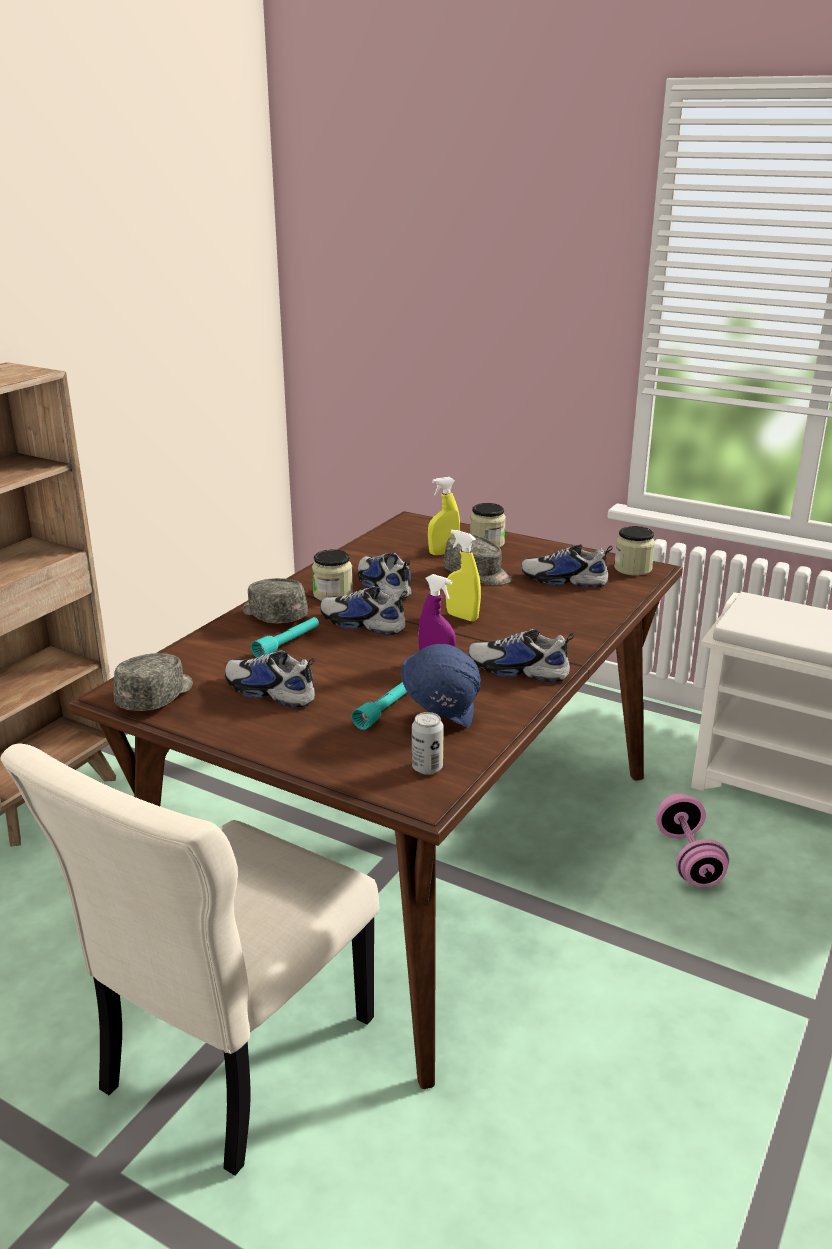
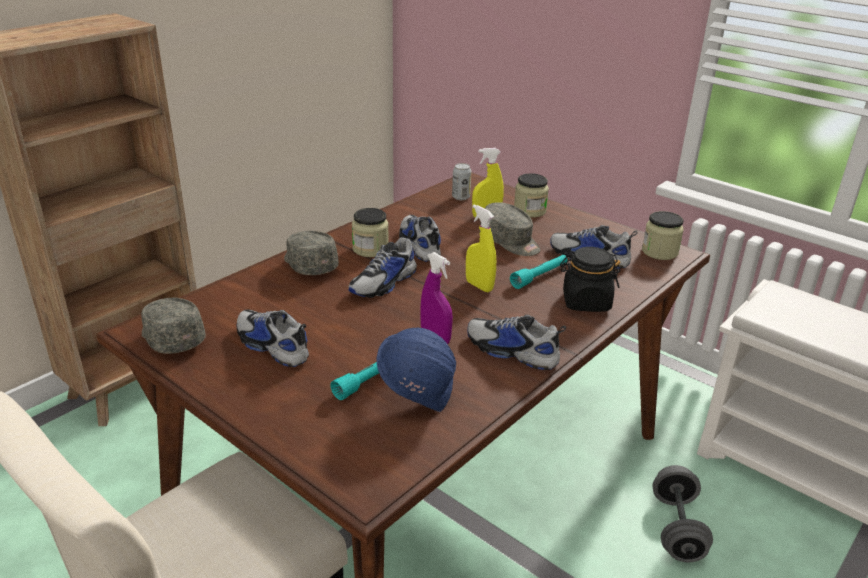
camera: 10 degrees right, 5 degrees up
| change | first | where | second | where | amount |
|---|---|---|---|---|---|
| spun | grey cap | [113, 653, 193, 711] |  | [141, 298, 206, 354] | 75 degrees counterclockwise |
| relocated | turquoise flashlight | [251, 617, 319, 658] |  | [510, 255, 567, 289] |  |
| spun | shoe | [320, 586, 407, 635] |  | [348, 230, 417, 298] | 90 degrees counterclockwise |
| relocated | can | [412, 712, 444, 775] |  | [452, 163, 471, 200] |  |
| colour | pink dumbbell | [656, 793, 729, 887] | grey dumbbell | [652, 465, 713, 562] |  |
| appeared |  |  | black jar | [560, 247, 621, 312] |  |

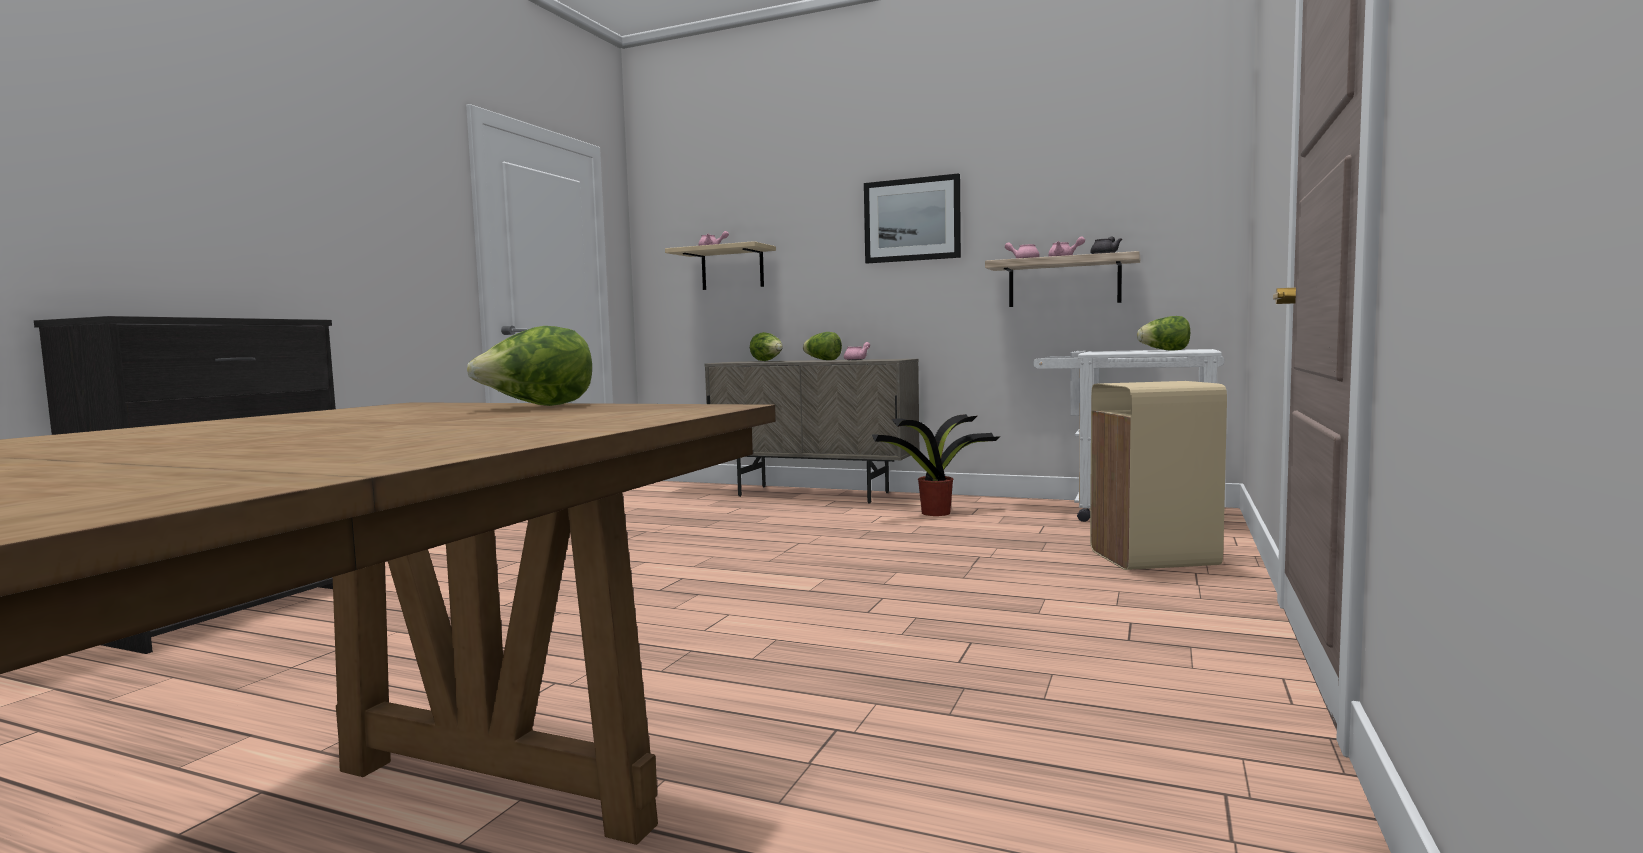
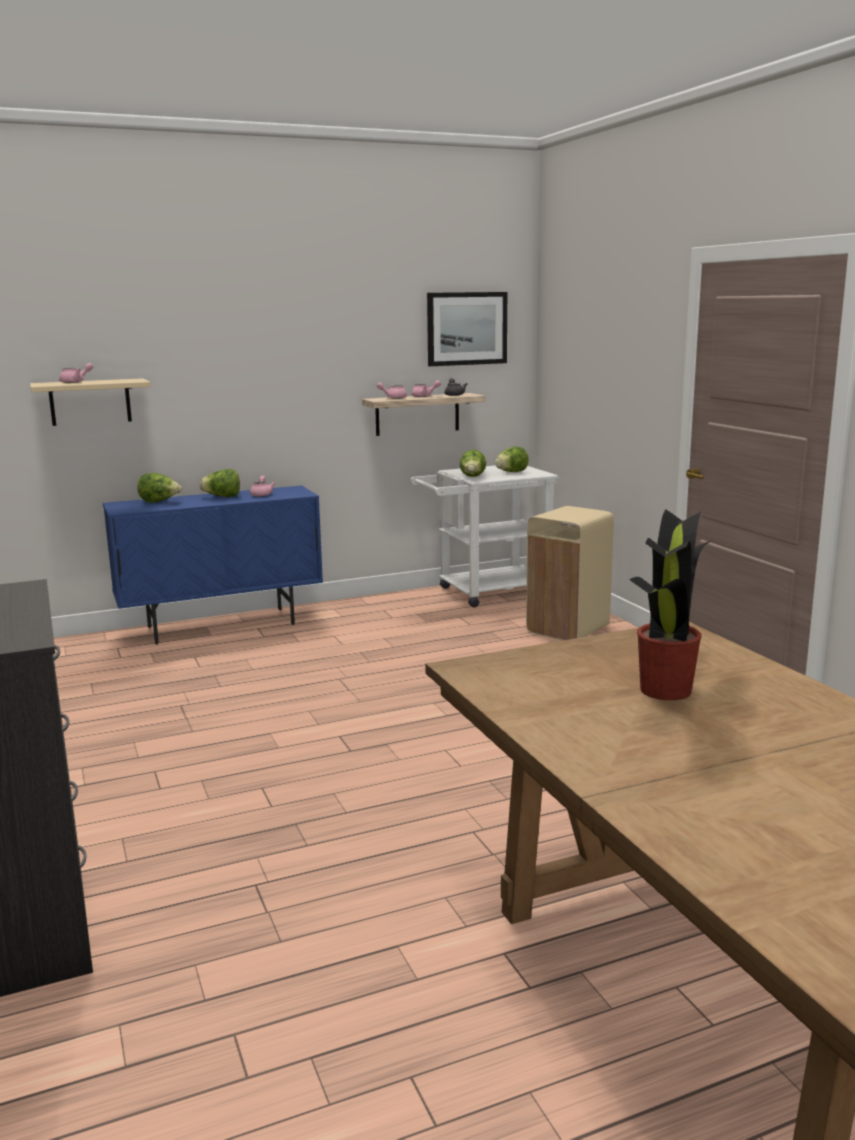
camera: 45 degrees left, 10 degrees up
| change | first | where | second | where | amount |
|---|---|---|---|---|---|
| relocated | lettuce | [467, 326, 592, 406] |  | [460, 450, 486, 477] |  |
| colour | beige cabinet | [704, 359, 920, 504] | blue cabinet | [103, 486, 323, 645] |  |
| relocated | picture | [864, 173, 961, 263] |  | [427, 292, 507, 366] |  |
| relocated | potted plant | [872, 414, 1001, 516] |  | [629, 509, 712, 701] |  |

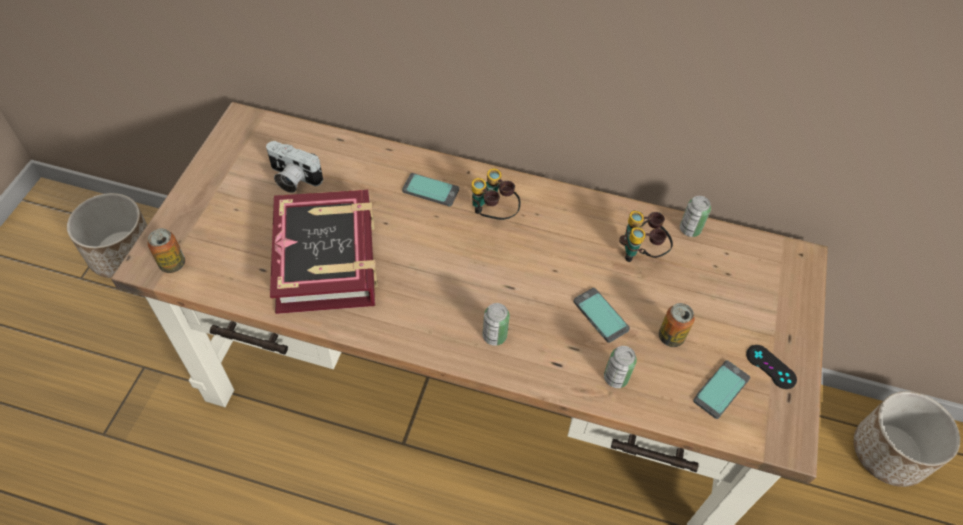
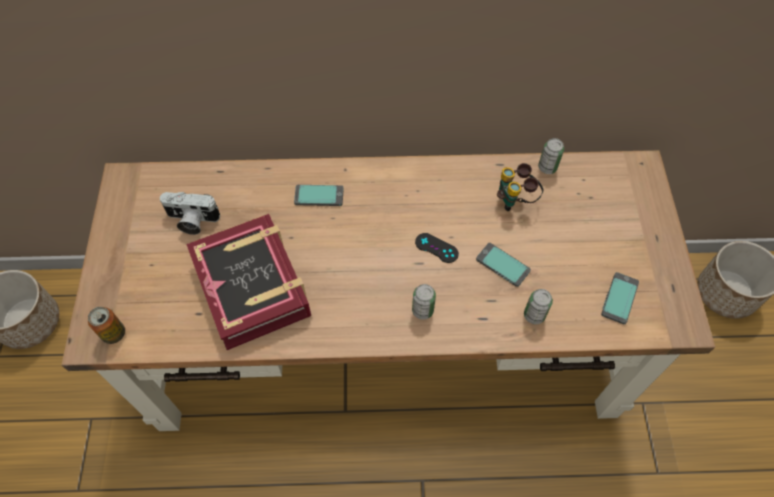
camera: 15 degrees left, 5 degrees up
| change | first | where | second | where | amount |
|---|---|---|---|---|---|
| missing | binoculars | [472, 168, 520, 220] |  |  |  |
| missing | can | [659, 303, 695, 347] |  |  |  |
| relocated | black game controller | [746, 345, 797, 389] |  | [415, 233, 459, 263] |  |

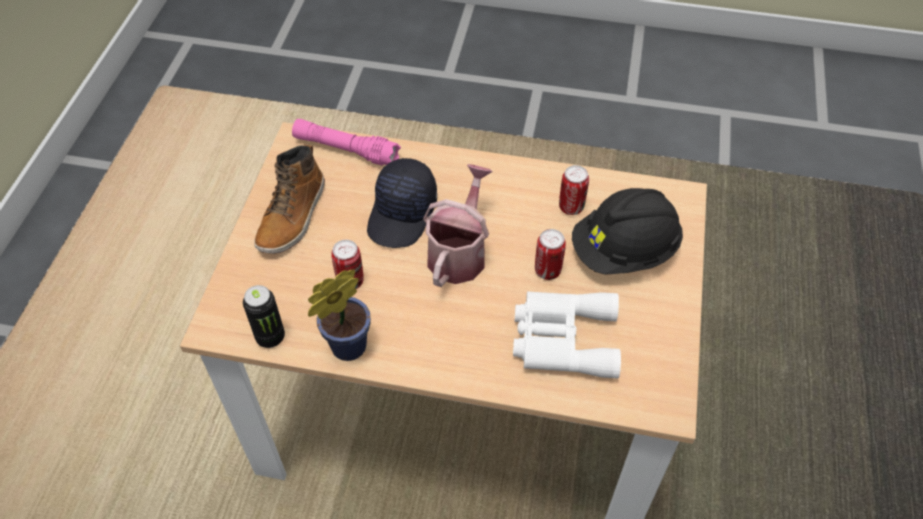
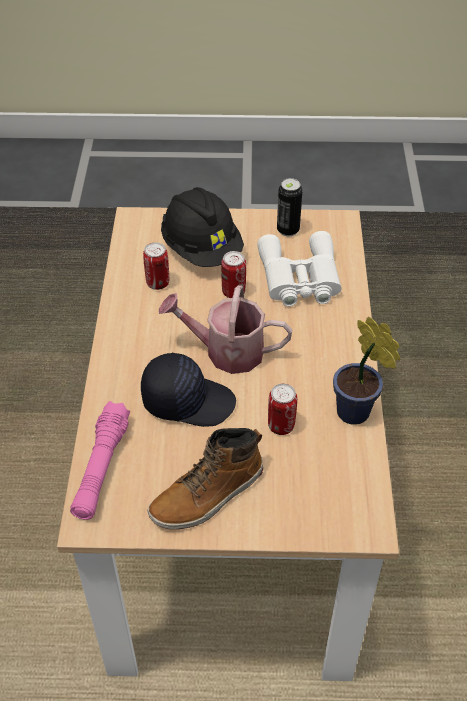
camera: 100 degrees left, 5 degrees down
| change | first | where | second | where | amount |
|---|---|---|---|---|---|
| relocated | can | [243, 285, 285, 348] |  | [277, 178, 302, 236] |  |
| spun | boot | [254, 144, 325, 254] |  | [148, 428, 263, 529] | 135 degrees clockwise |

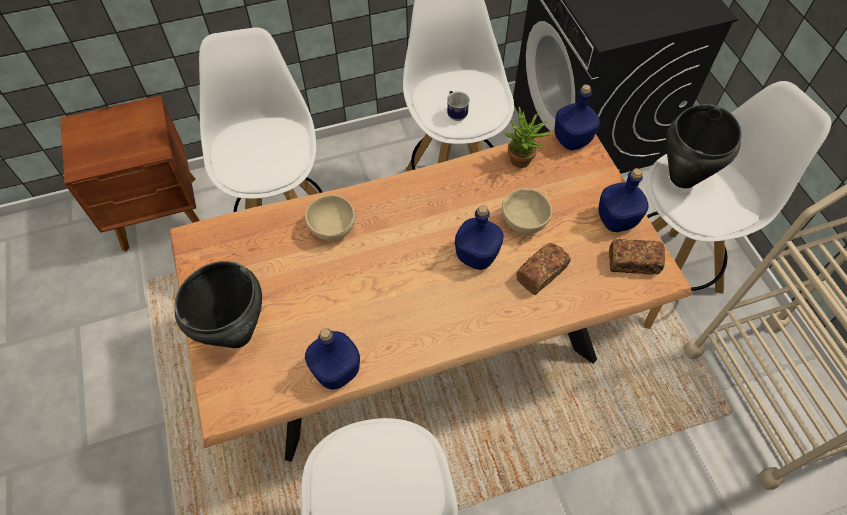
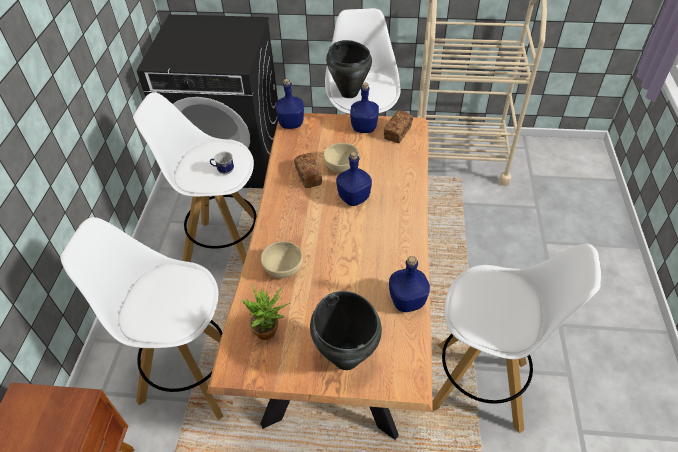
camera: 65 degrees left, 10 degrees down
| change | first | where | second | where | amount |
|---|---|---|---|---|---|
| relocated | potted plant | [503, 107, 555, 168] |  | [241, 284, 290, 340] |  |
| relocated | bread | [516, 243, 571, 295] |  | [294, 153, 322, 188] |  |

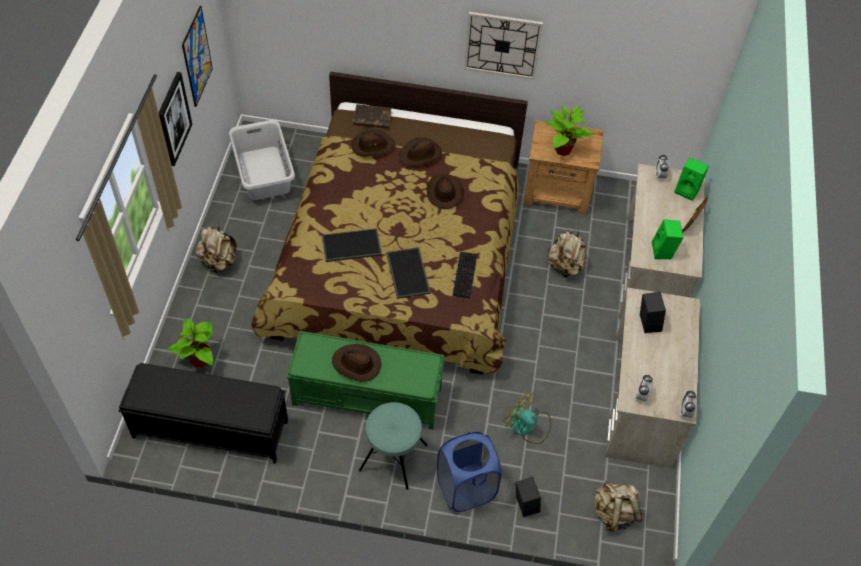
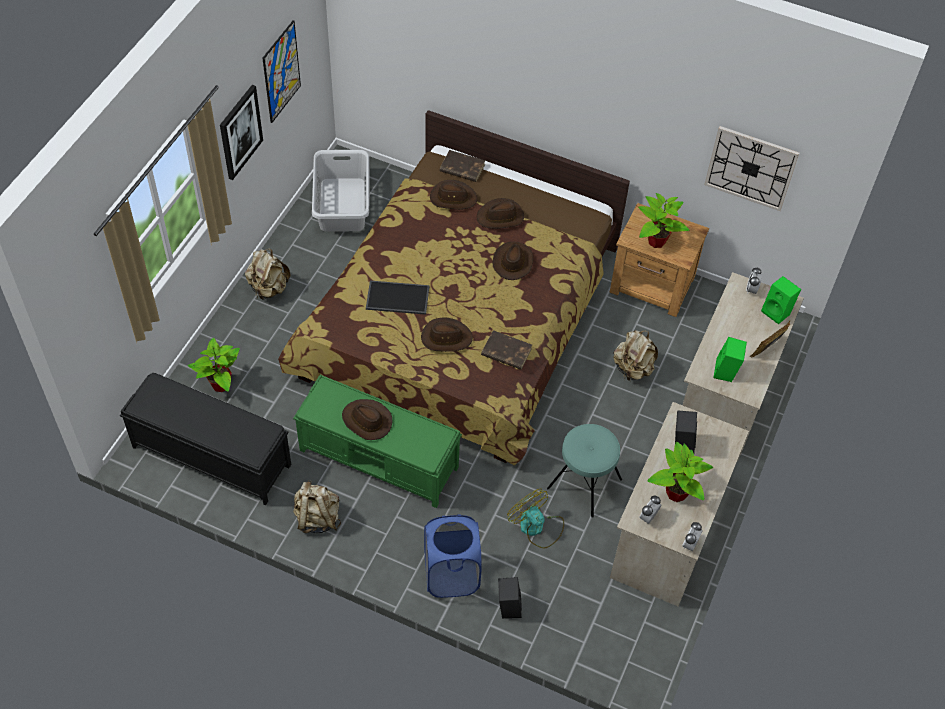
camera: 15 degrees right, 0 degrees up
| change | first | where | second | where | amount |
|---|---|---|---|---|---|
| relocated | turquoise stool | [359, 402, 427, 490] |  | [547, 424, 622, 518] |  |
| exchanged | tray | [386, 247, 431, 299] | brown hat | [421, 318, 473, 352] |  |
| exchanged | keyboard | [453, 251, 478, 298] | brown book | [481, 330, 532, 370] |  |
| relocated | wall clock | [464, 12, 543, 80] |  | [704, 126, 799, 211] |  |
| relocated | beige backpack | [594, 481, 643, 532] |  | [293, 480, 341, 533] |  |
| appeared |  |  | potted plant | [647, 442, 713, 502] |  |

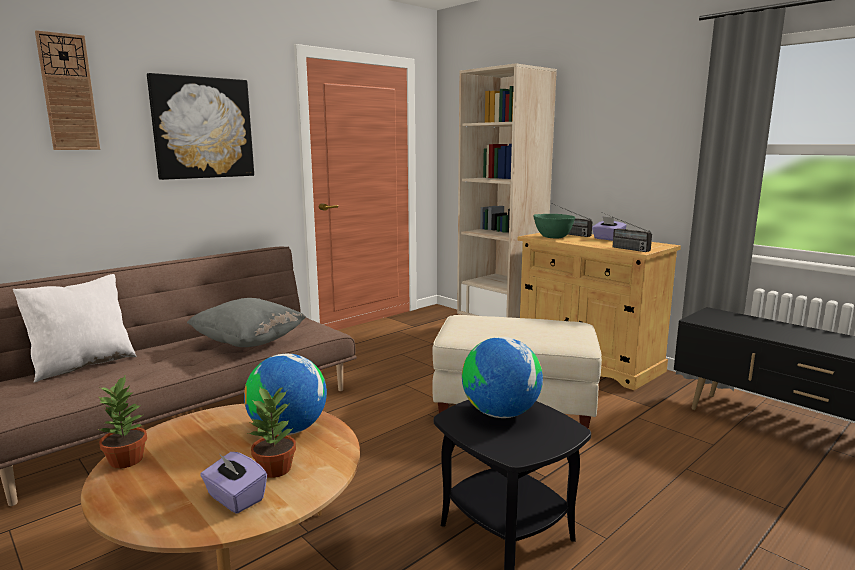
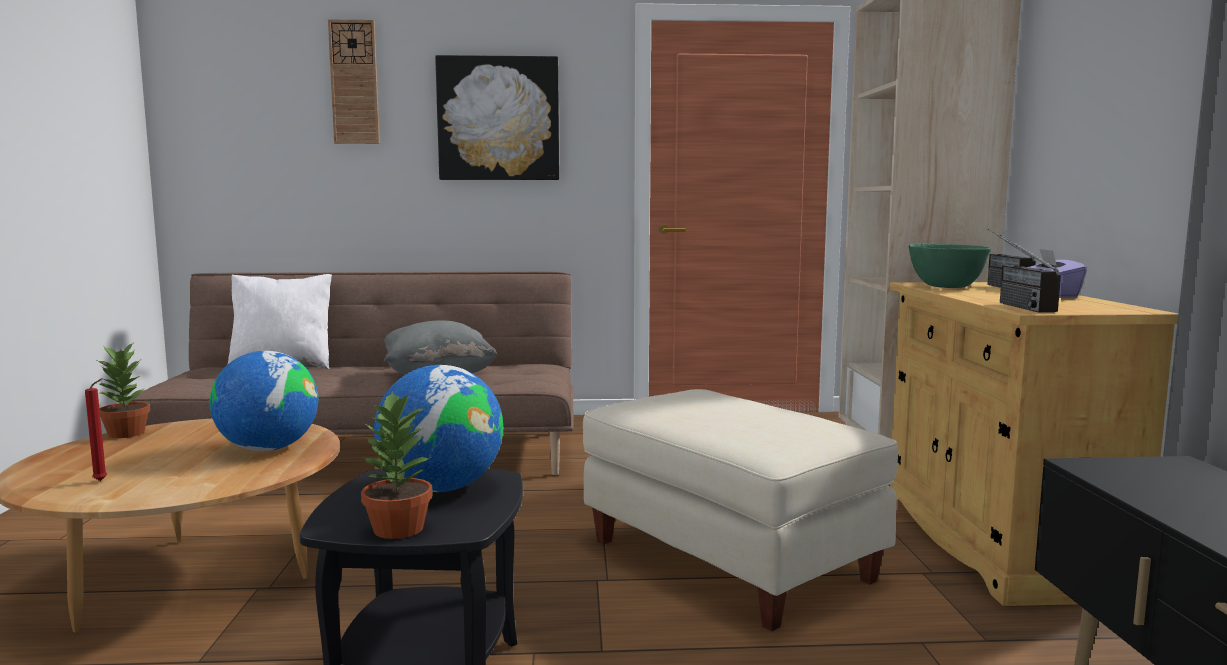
camera: 40 degrees right, 5 degrees down
| change | first | where | second | where | amount |
|---|---|---|---|---|---|
| exchanged | purple tissue box | [200, 452, 267, 514] | red candle | [85, 378, 107, 481] |  |
| relocated | potted plant | [248, 386, 296, 478] |  | [361, 391, 433, 539] |  |

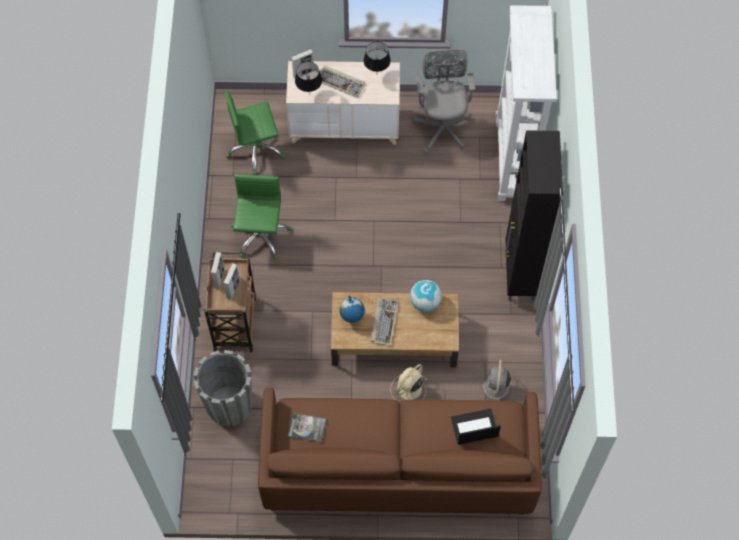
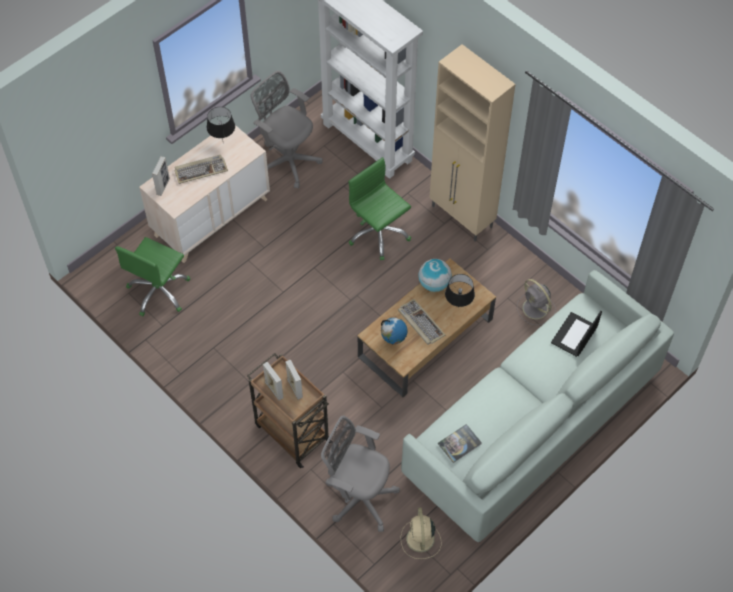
camera: 45 degrees left, 5 degrees down
| change | first | where | second | where | amount |
|---|---|---|---|---|---|
| exchanged | grey planter | [193, 350, 253, 427] | grey office chair | [321, 416, 400, 532] |  |
| relocated | green office chair | [231, 174, 292, 259] |  | [348, 157, 411, 260] |  |
| colour | brown sofa | [258, 388, 542, 514] | white sofa | [401, 270, 674, 542] |  |
| relocated | black table lamp | [295, 62, 322, 95] |  | [445, 274, 475, 308] |  |
| relocated | beige fan | [391, 364, 428, 400] |  | [401, 508, 442, 559] |  |
| colour | black cabinet | [505, 130, 563, 301] | beige cabinet | [430, 44, 516, 242] |  |

